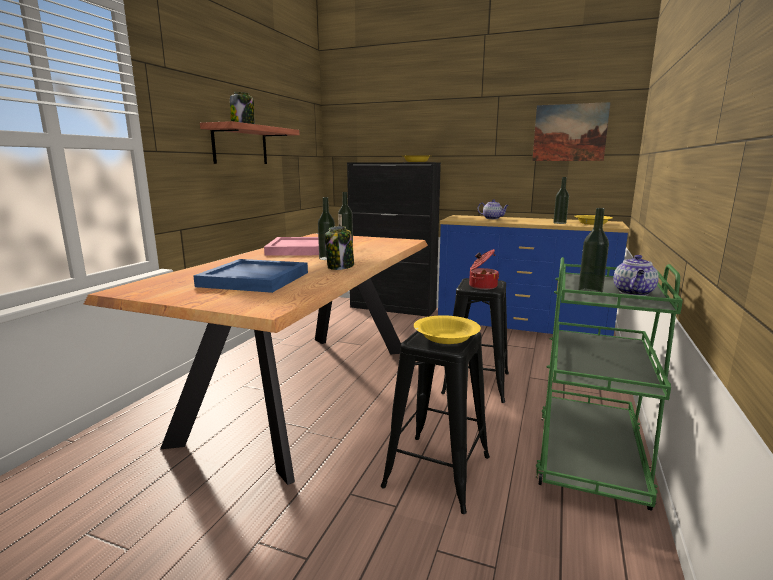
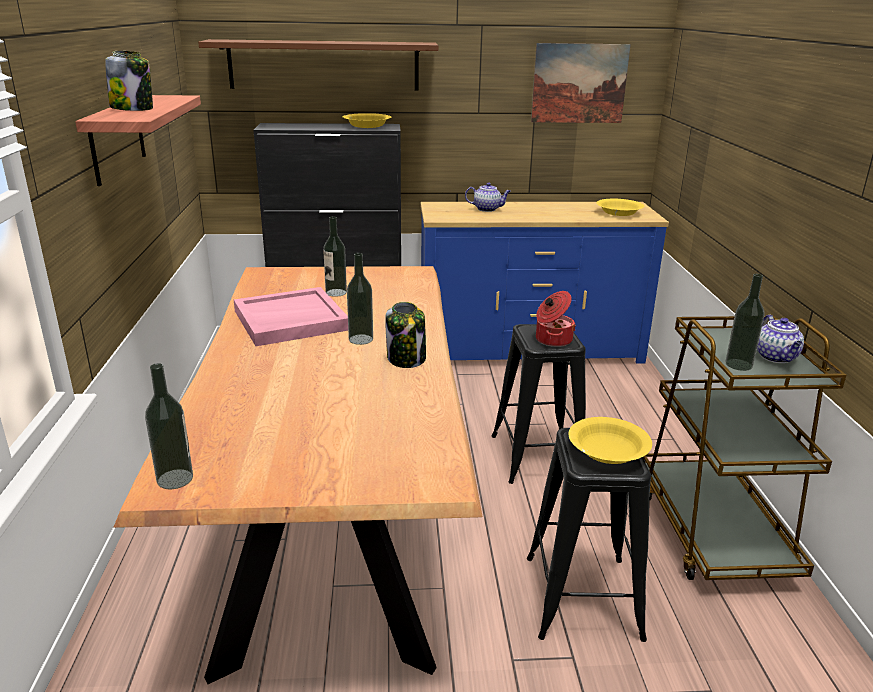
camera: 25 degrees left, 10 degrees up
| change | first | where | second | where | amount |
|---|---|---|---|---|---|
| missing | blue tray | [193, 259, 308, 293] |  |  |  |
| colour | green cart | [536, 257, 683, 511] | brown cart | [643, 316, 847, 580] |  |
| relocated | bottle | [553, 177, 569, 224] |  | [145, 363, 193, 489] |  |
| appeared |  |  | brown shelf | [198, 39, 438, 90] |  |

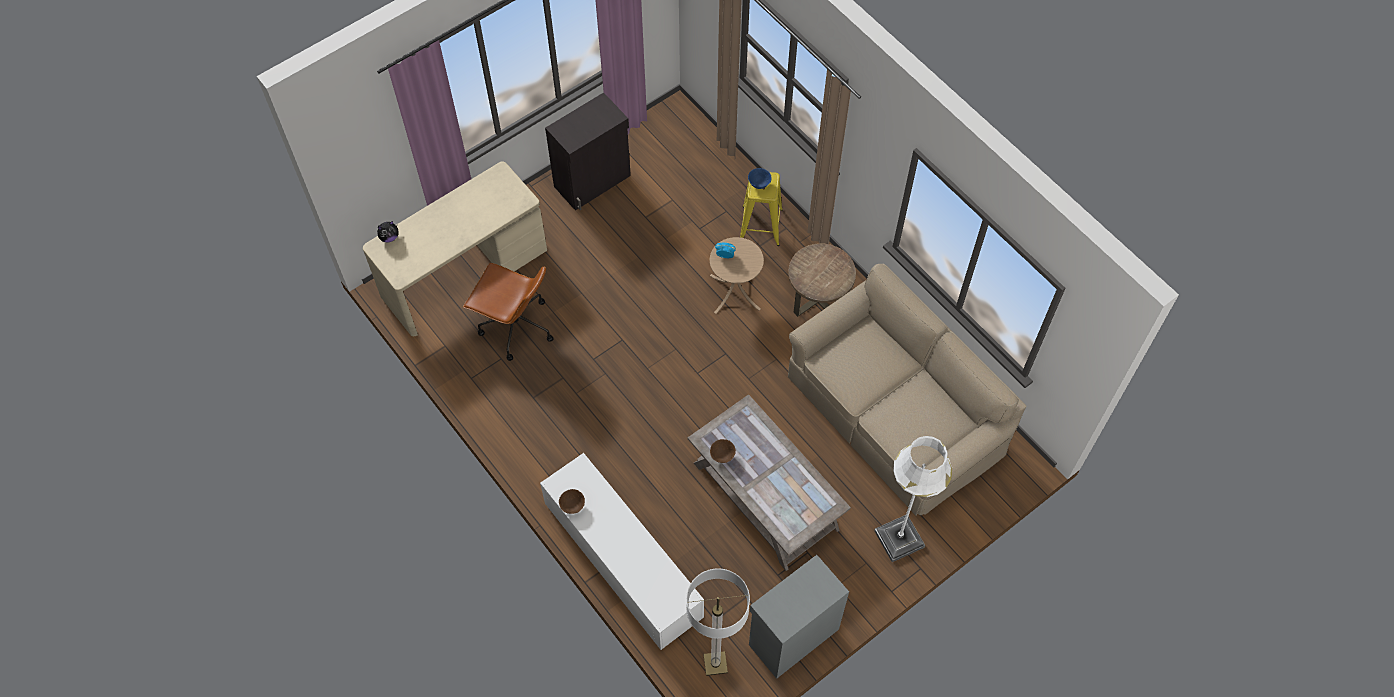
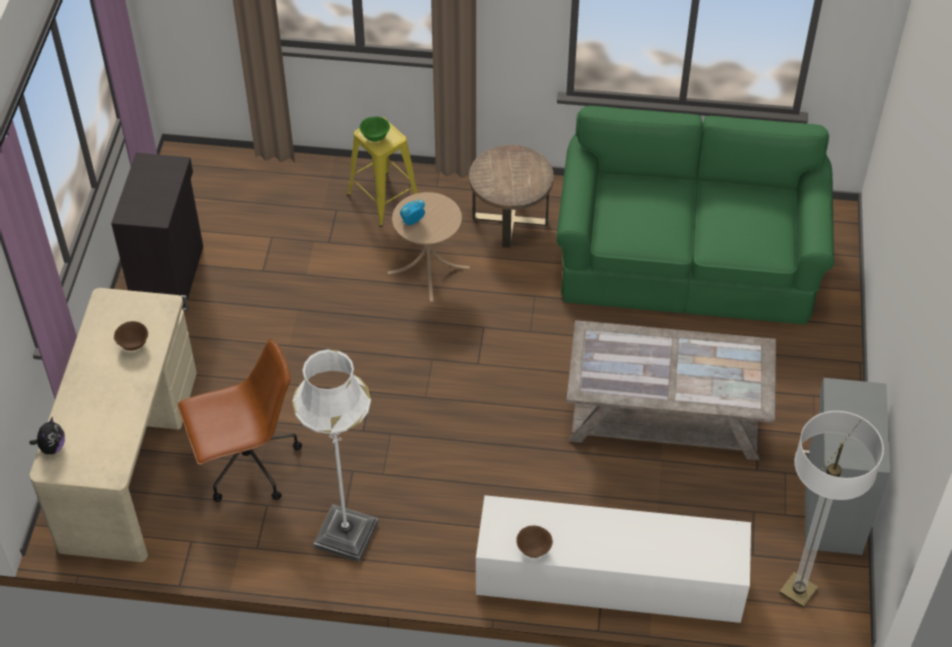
camera: 45 degrees left, 10 degrees down
| change | first | where | second | where | amount |
|---|---|---|---|---|---|
| relocated | brown bowl | [710, 439, 736, 463] |  | [114, 321, 148, 351] |  |
| colour | blue bowl | [748, 168, 772, 189] | green bowl | [360, 117, 390, 142] |  |
| colour | beige sofa | [788, 264, 1027, 516] | green sofa | [556, 106, 834, 325] |  |
| relocated | white floor lamp | [874, 436, 952, 562] |  | [292, 349, 378, 562] |  |

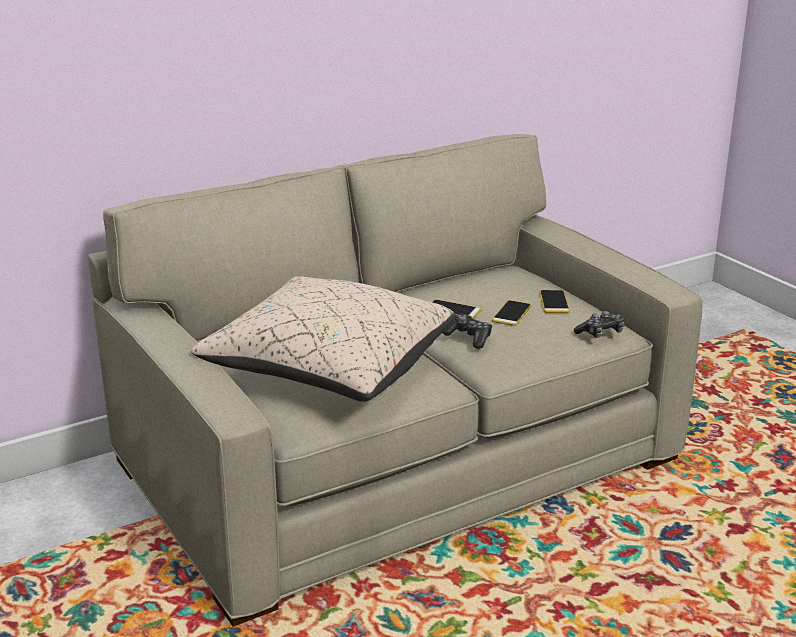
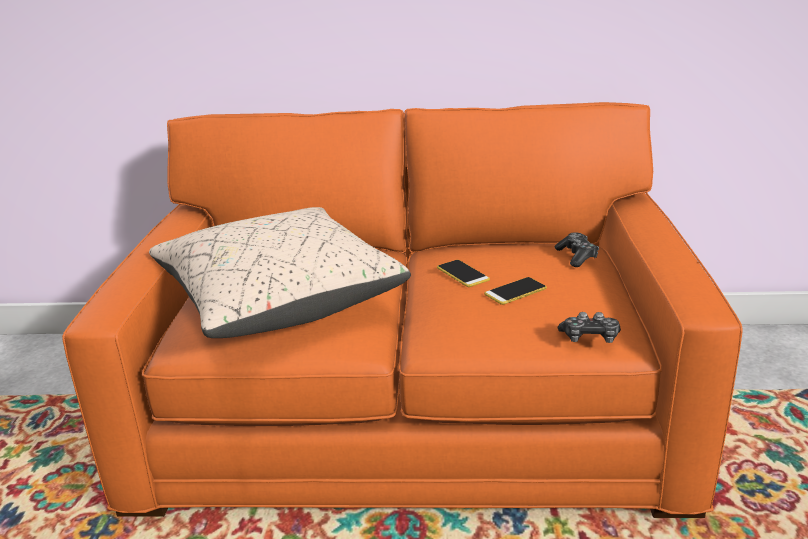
camera: 35 degrees right, 0 degrees up
| change | first | where | second | where | amount |
|---|---|---|---|---|---|
| colour | beige sofa | [88, 134, 703, 627] | orange sofa | [62, 102, 743, 518] |  |
| relocated | game controller | [443, 314, 492, 349] |  | [554, 232, 599, 267] |  |
| missing | phone | [539, 290, 570, 313] |  |  |  |

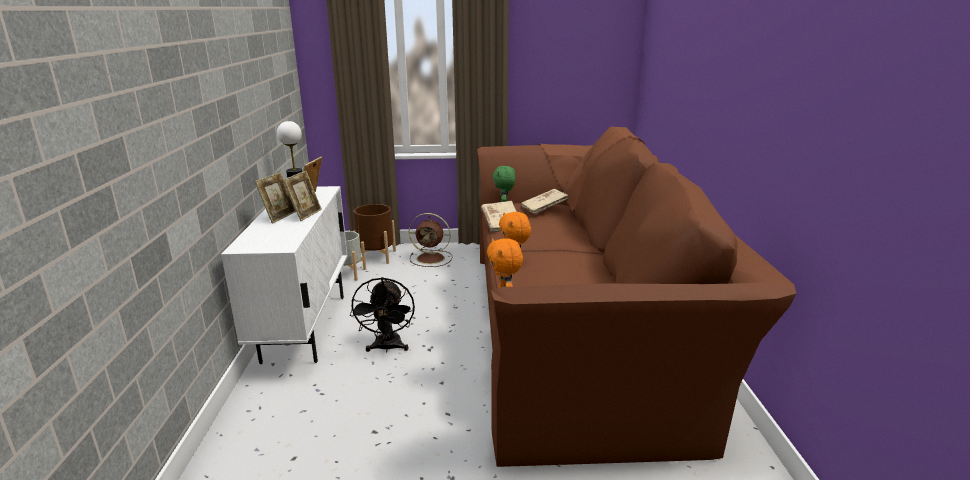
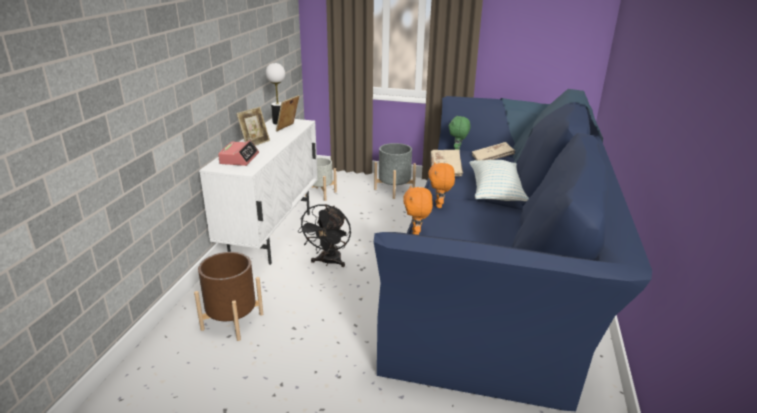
camera: 15 degrees right, 5 degrees up
| change | first | where | second | where | amount |
|---|---|---|---|---|---|
| missing | picture frame | [284, 171, 322, 221] |  |  |  |
| relocated | brown planter | [353, 204, 396, 264] |  | [194, 252, 263, 341] |  |
| exchanged | brown fan | [409, 213, 452, 267] | grey planter | [374, 143, 416, 199] |  |
| colour | brown sofa | [477, 127, 796, 467] | blue sofa | [374, 89, 652, 411] |  |
| appeared |  |  | alarm clock | [218, 140, 259, 166] |  |
| appeared |  |  | pillow | [470, 160, 529, 201] |  |

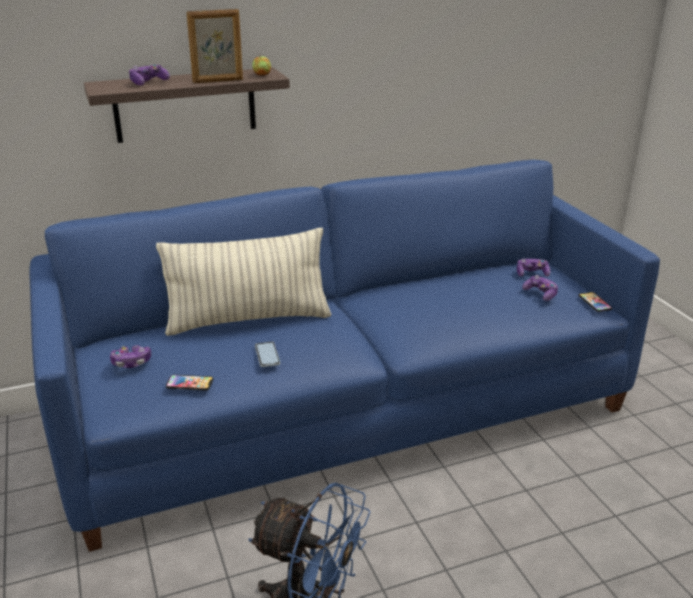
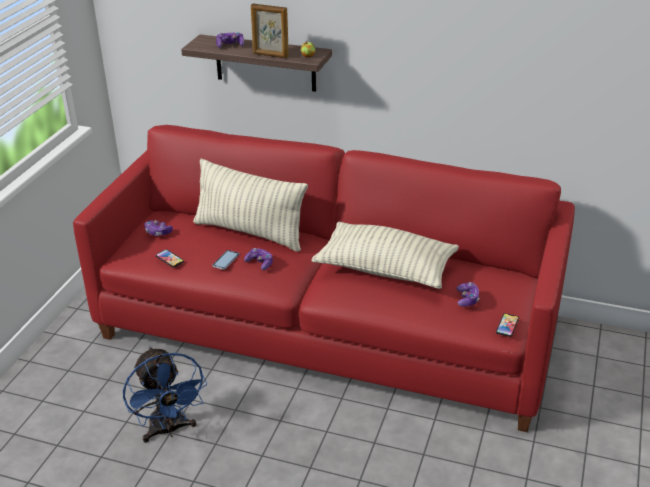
camera: 40 degrees right, 5 degrees up
| change | first | where | second | where | amount |
|---|---|---|---|---|---|
| colour | blue sofa | [29, 160, 660, 552] | red sofa | [73, 125, 575, 432] |  |
| relocated | game controller | [517, 259, 550, 276] |  | [244, 248, 273, 270] |  |
| appeared |  |  | pillow | [311, 222, 459, 289] |  |

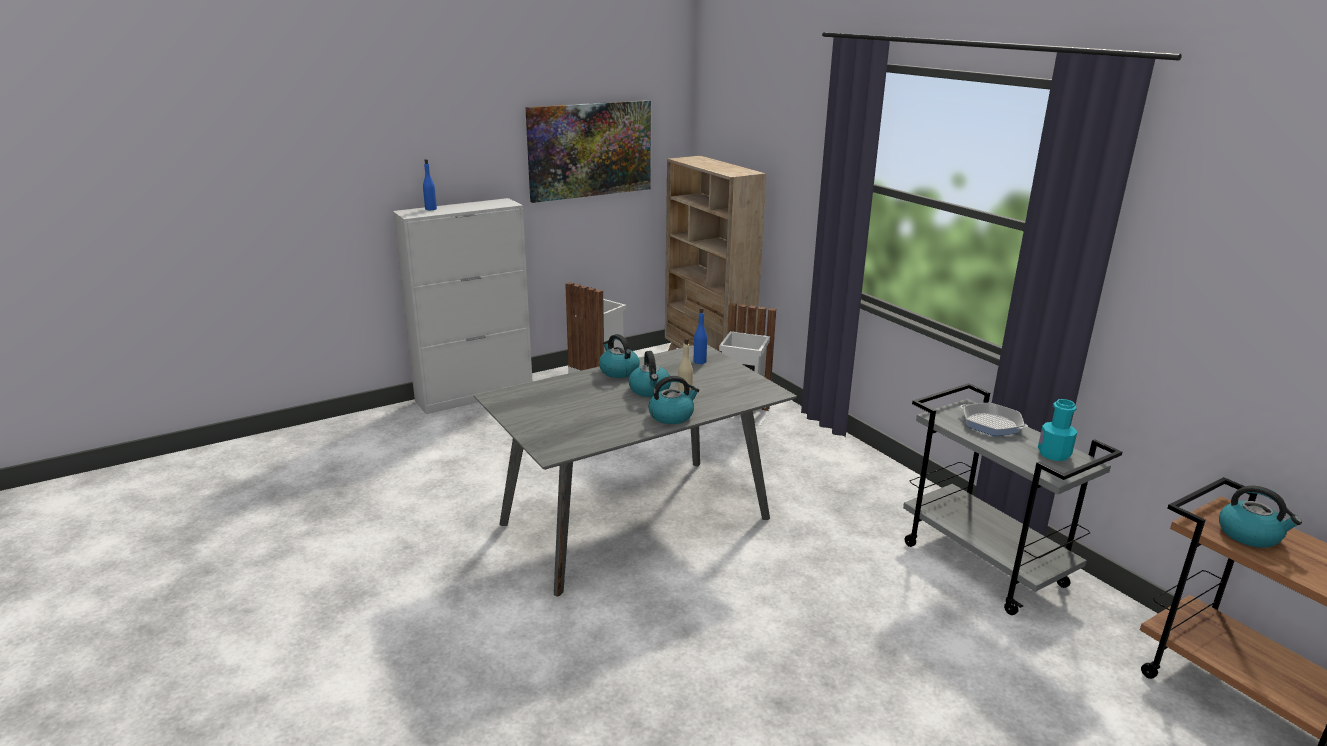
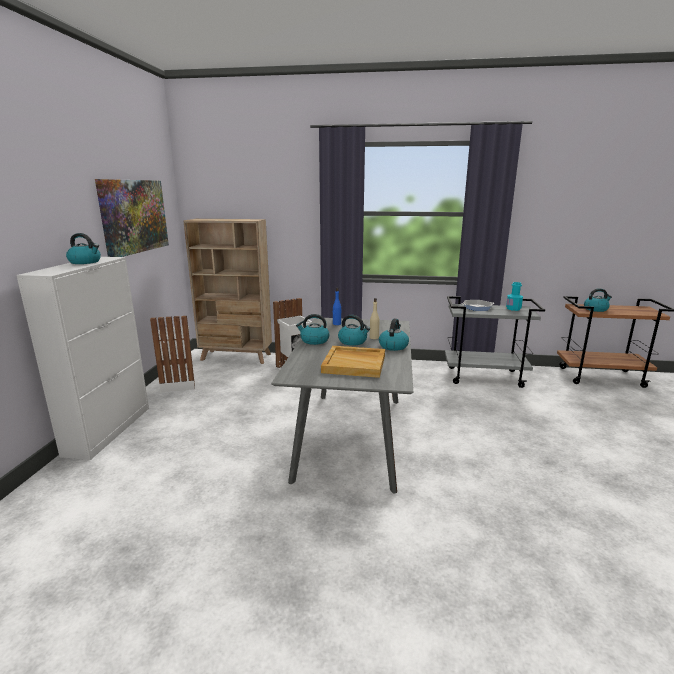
camera: 50 degrees left, 5 degrees down
| change | first | where | second | where | amount |
|---|---|---|---|---|---|
| missing | blue bottle | [423, 159, 437, 210] |  |  |  |
| appeared |  |  | kettle | [66, 233, 101, 264] |  |
| appeared |  |  | beige tray | [321, 346, 385, 378] |  |

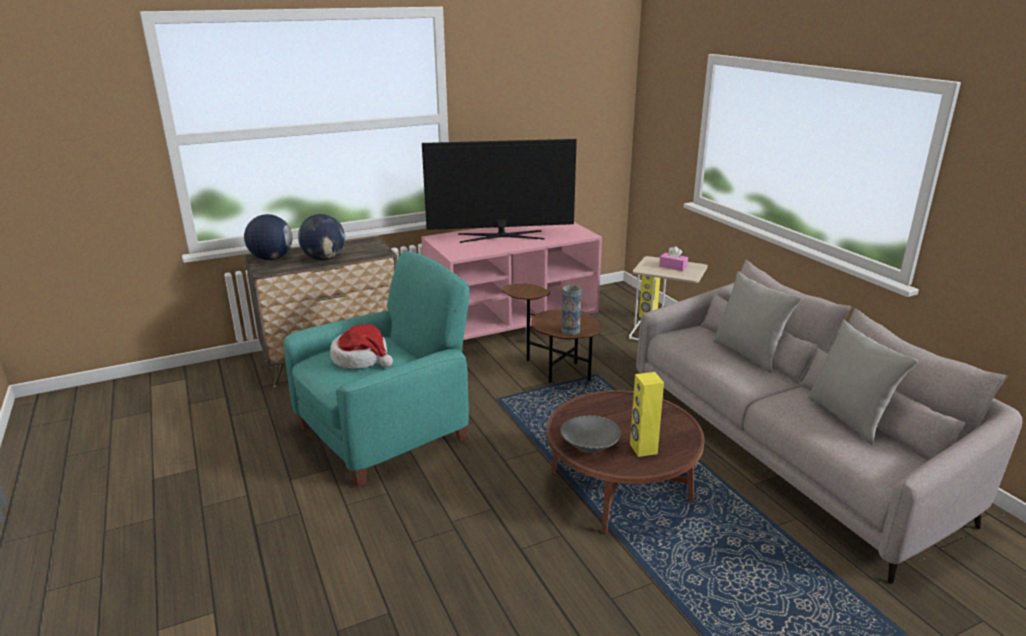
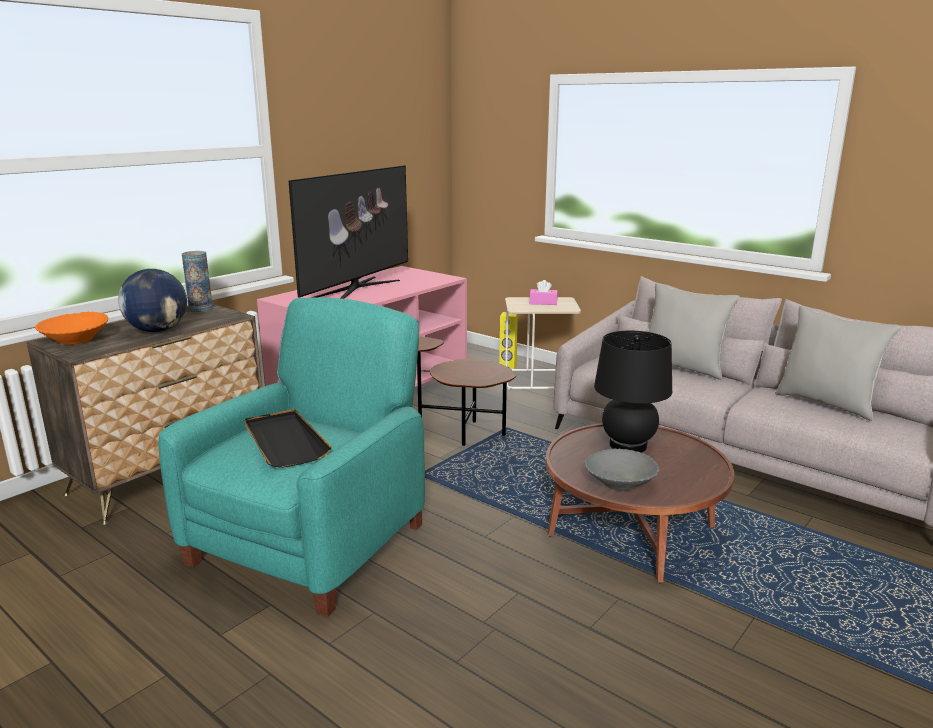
camera: 25 degrees left, 5 degrees down
| change | first | where | second | where | amount |
|---|---|---|---|---|---|
| exchanged | globe | [244, 214, 293, 260] | orange bowl | [35, 312, 108, 345] |  |
| exchanged | hat | [330, 324, 393, 369] | black tray | [245, 409, 331, 468] |  |
| spun | television | [422, 139, 577, 243] |  | [289, 165, 408, 299] | 150 degrees clockwise |
| relocated | vase | [562, 285, 581, 335] |  | [182, 251, 213, 312] |  |
| missing | yellow speaker | [630, 372, 664, 457] |  |  |  |
| appeared |  |  | black table lamp | [594, 331, 672, 453] |  |

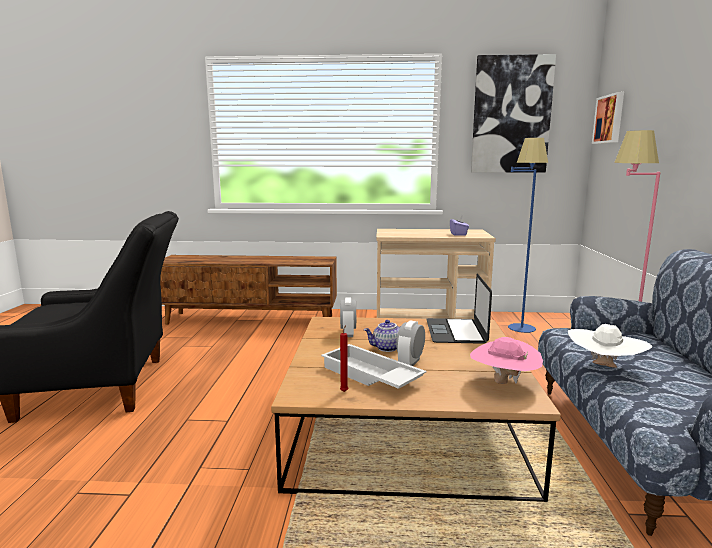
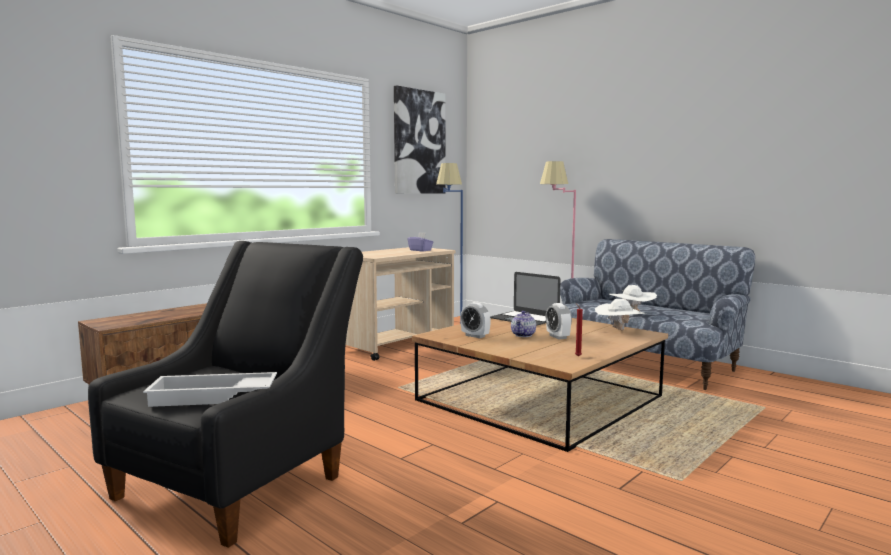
camera: 50 degrees left, 5 degrees down
| change | first | where | second | where | amount |
|---|---|---|---|---|---|
| relocated | white tray | [321, 344, 427, 389] |  | [143, 372, 277, 407] |  |
| colour | pink hat | [470, 337, 543, 384] | white hat | [595, 299, 646, 330] |  |
| missing | picture | [592, 92, 624, 144] |  |  |  |

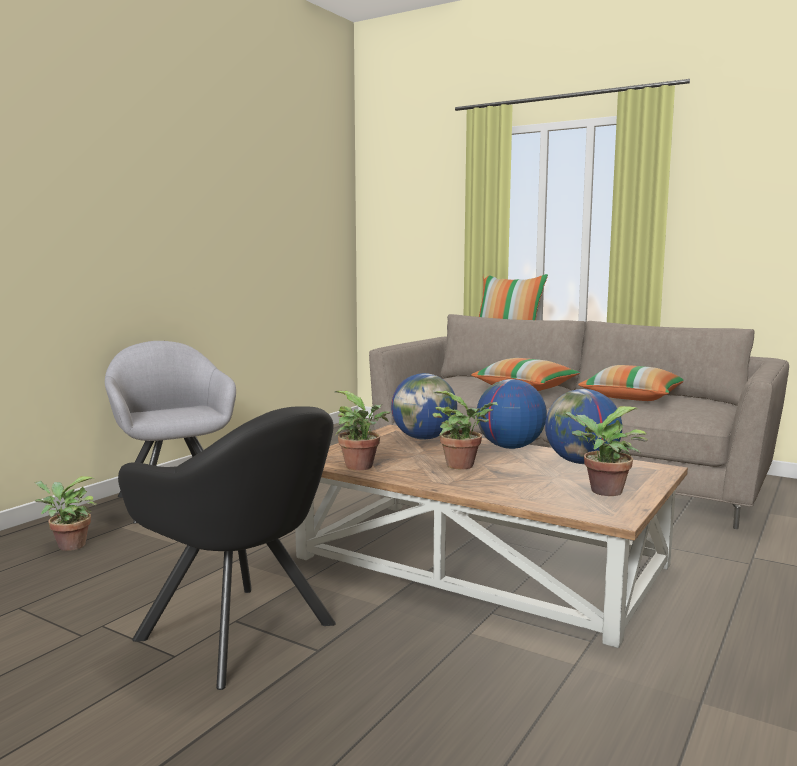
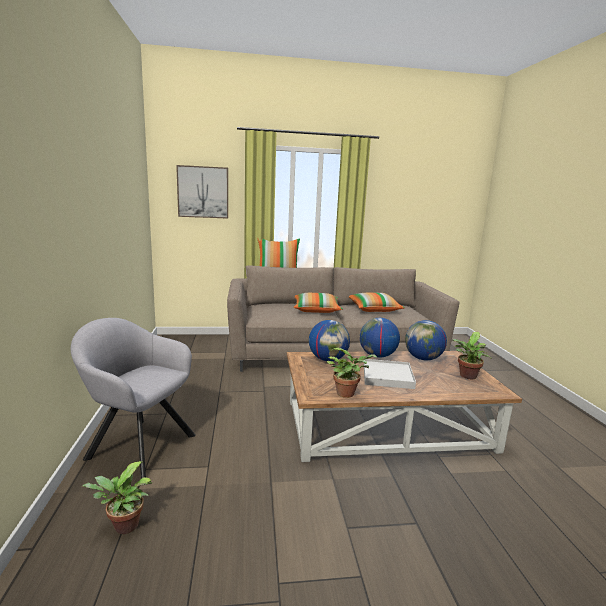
camera: 40 degrees left, 5 degrees up
| change | first | where | second | where | amount |
|---|---|---|---|---|---|
| missing | black armchair | [118, 407, 336, 690] |  |  |  |
| exchanged | potted plant | [432, 391, 498, 470] | white tray | [364, 359, 416, 389] |  |
| appeared |  |  | picture | [176, 165, 228, 219] |  |

